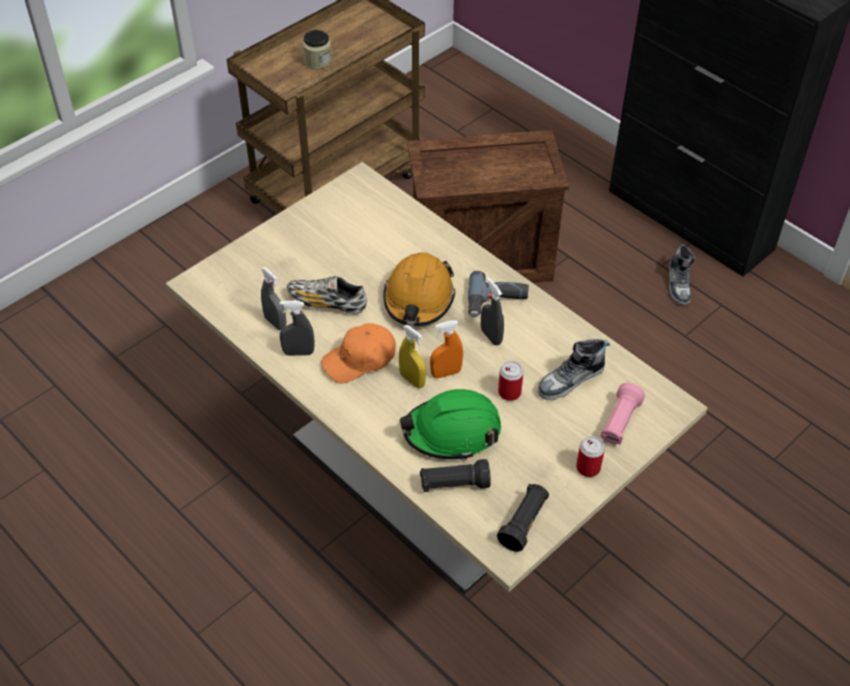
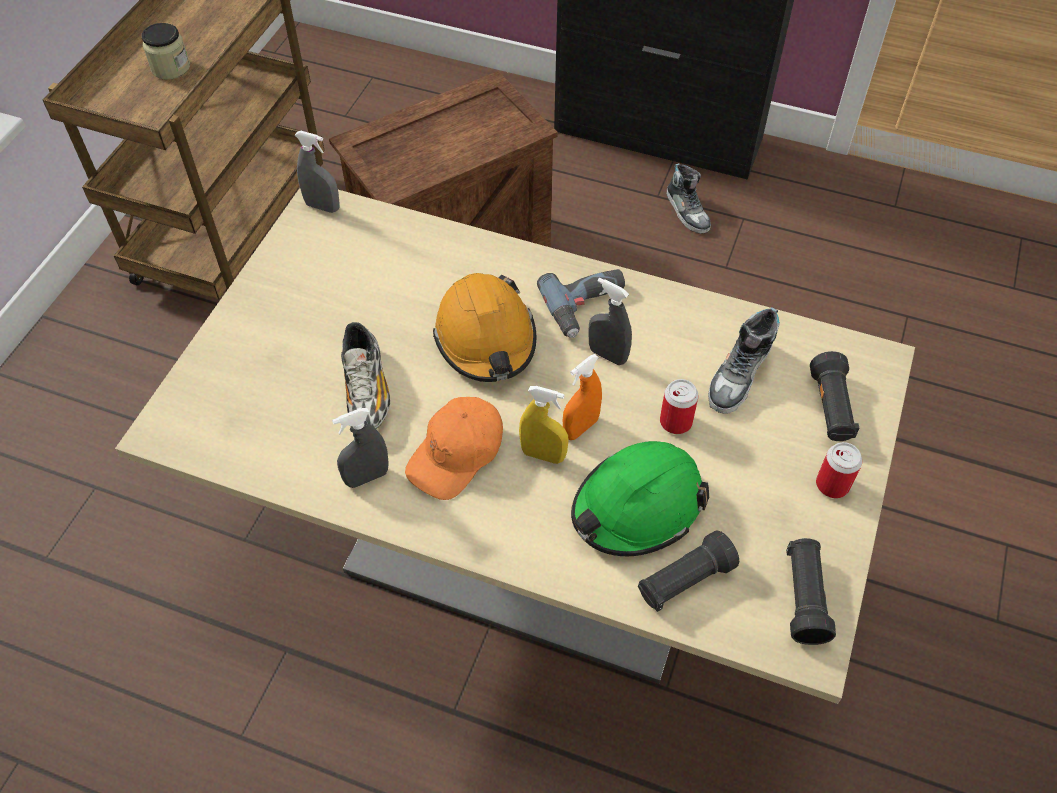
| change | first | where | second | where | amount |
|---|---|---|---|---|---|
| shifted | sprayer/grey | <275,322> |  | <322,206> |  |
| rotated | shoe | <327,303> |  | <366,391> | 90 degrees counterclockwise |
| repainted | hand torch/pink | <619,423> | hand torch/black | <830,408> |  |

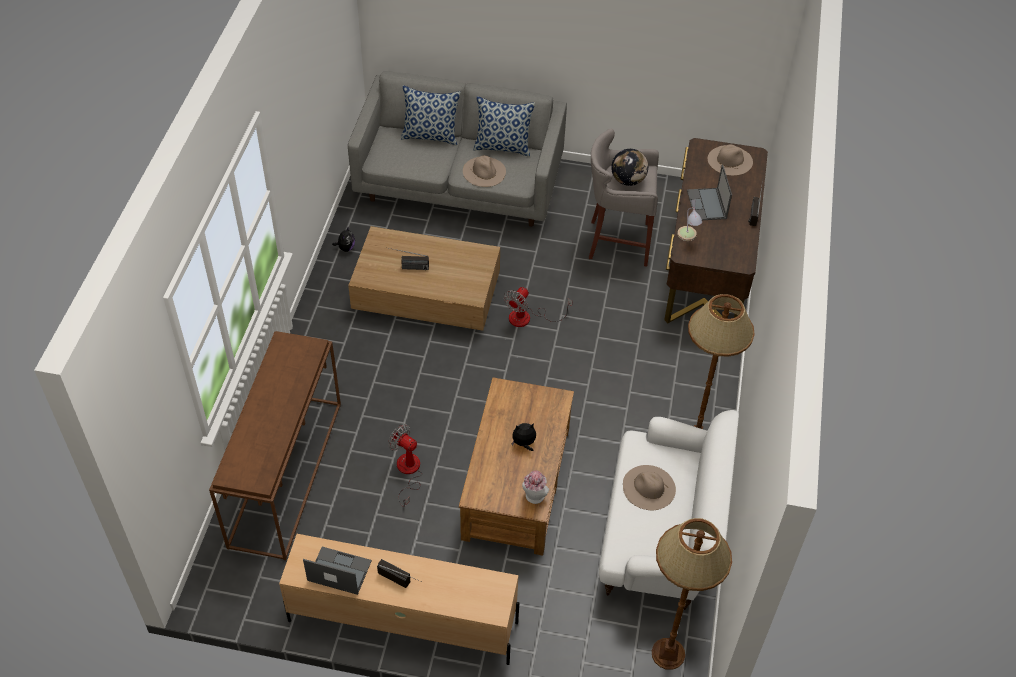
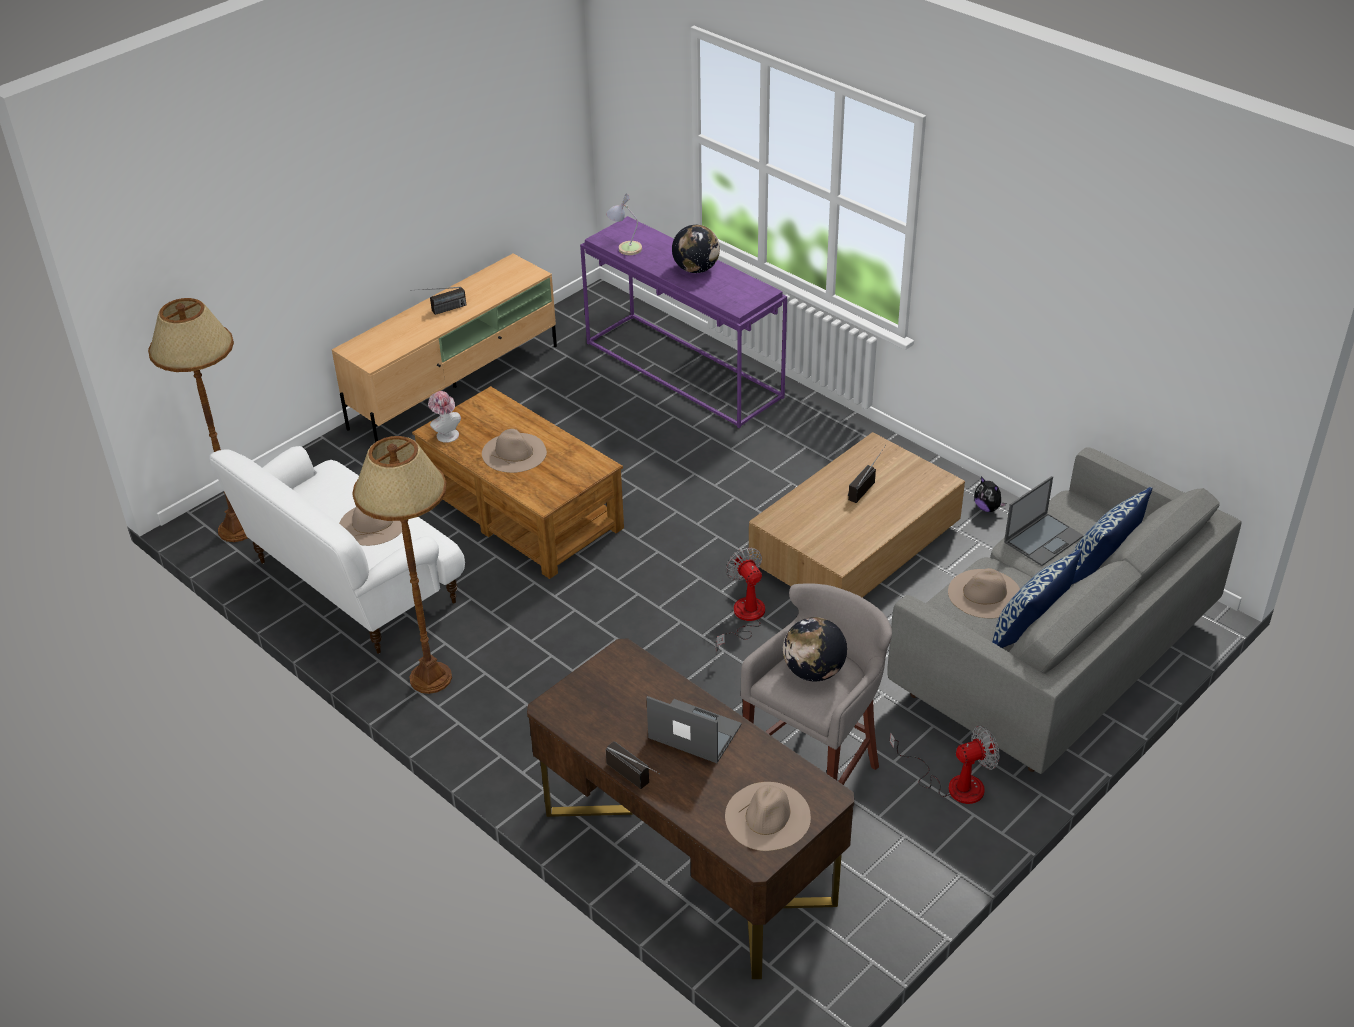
| change | first | where | second | where | amount |
|---|---|---|---|---|---|
| repainted | hall table/brown | <285,472> | hall table/purple | <685,370> |  |
| shifted | laptop | <338,571> |  | <1043,539> |  |
| shifted | electric fan | <408,472> |  | <953,784> |  |
| swapped | soft toy | <524,443> | hat/beige-coloured | <514,452> |  |
| shifted | tabletop lamp | <688,237> |  | <625,248> |  |
| new |  |  | world globe | <696,269> |  |

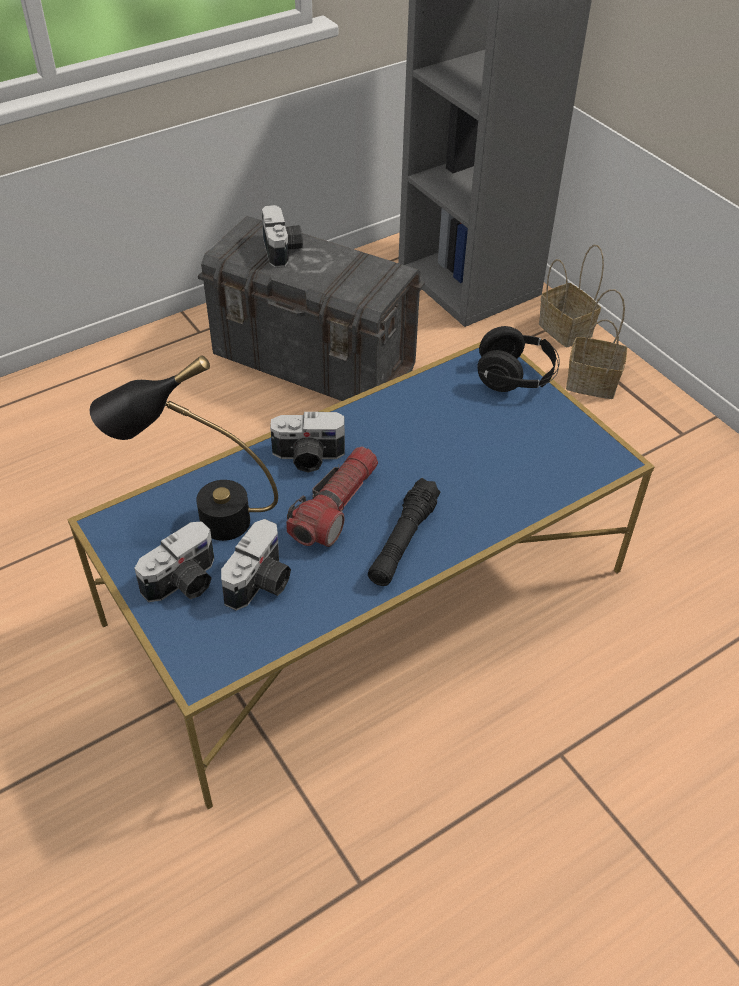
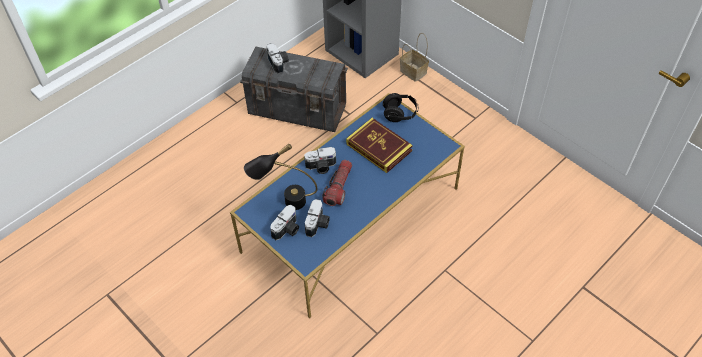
| change | first | where | second | where | amount |
|---|---|---|---|---|---|
| gone | hand torch/black | <403,541> |  |  |  |
| gone | storage basket | <594,382> |  |  |  |
| new |  |  | volume | <379,147> |  |

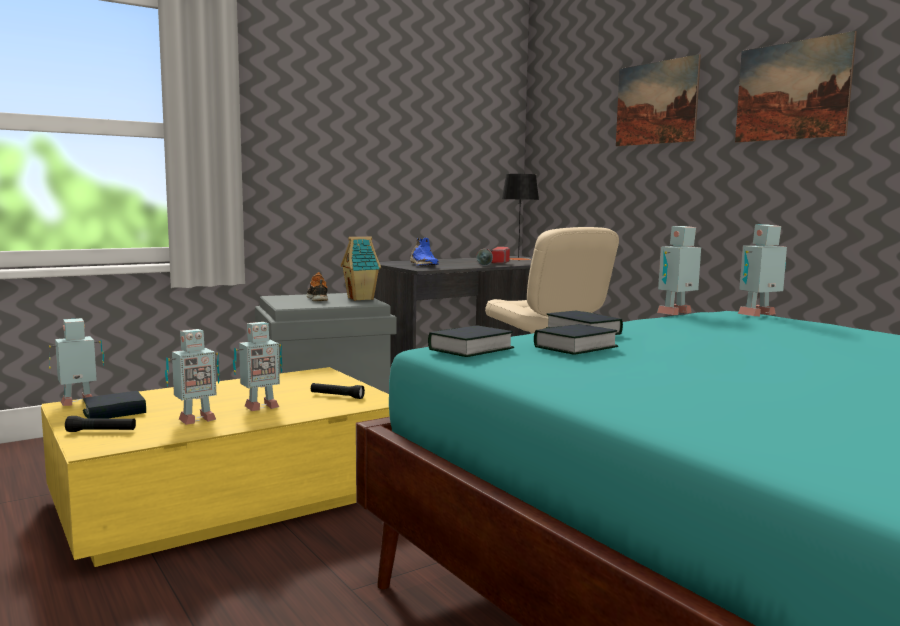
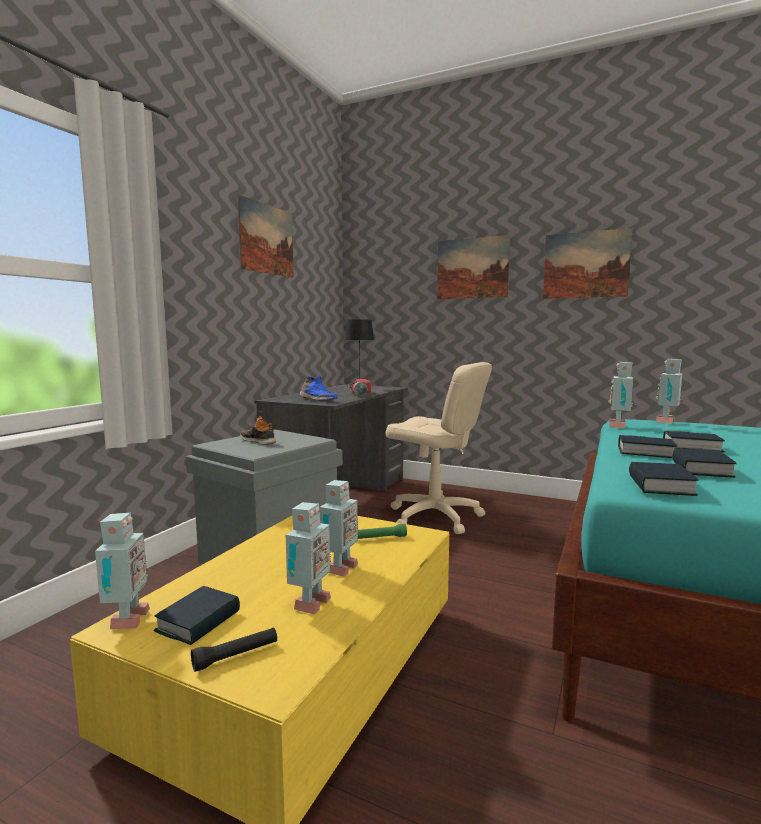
| change | first | where | second | where | amount |
|---|---|---|---|---|---|
| rotated | robot figure | <79,403> |  | <126,620> | 150 degrees clockwise |
| repainted | hand torch/black | <337,396> | hand torch/green | <380,538> |  |
| gone | model house | <361,298> |  |  |  |
| new |  |  | wall picture | <266,239> |  |
| new |  |  | volume | <691,447> |  |

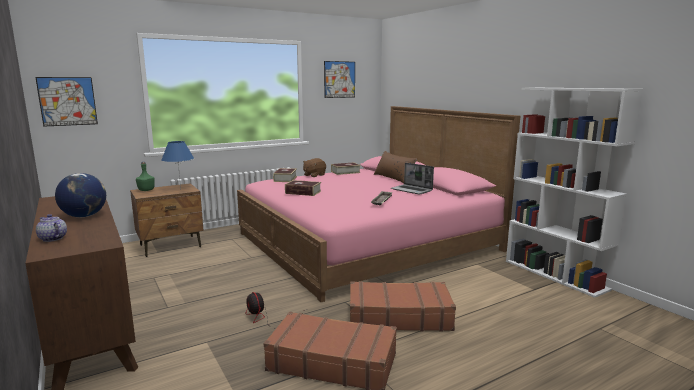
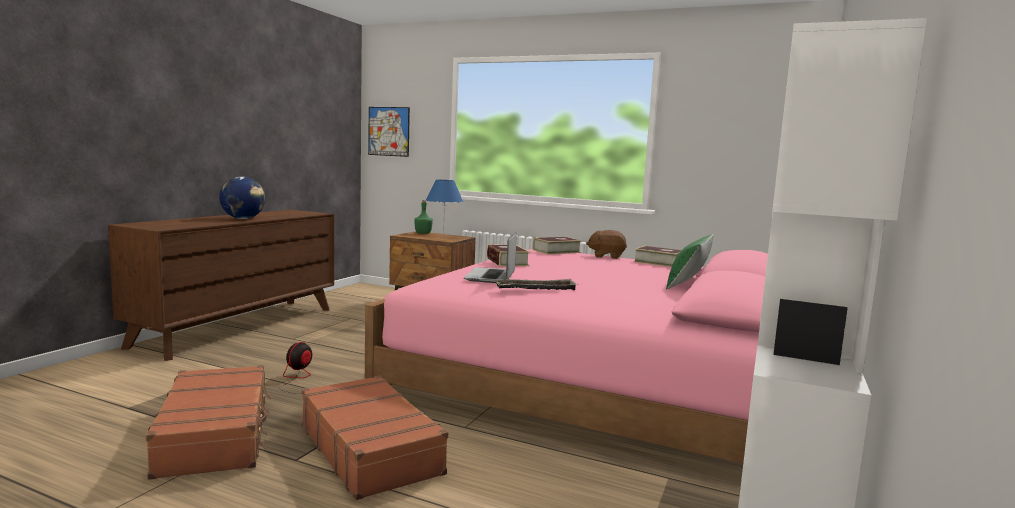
| change | first | where | second | where | amount |
|---|---|---|---|---|---|
| gone | tea pot | <52,239> |  |  |  |
| gone | wall picture | <339,79> |  |  |  |
| repainted | cushion/brown | <394,178> | cushion/green | <689,282> |  |
| shifted | laptop | <412,190> |  | <491,277> |  |

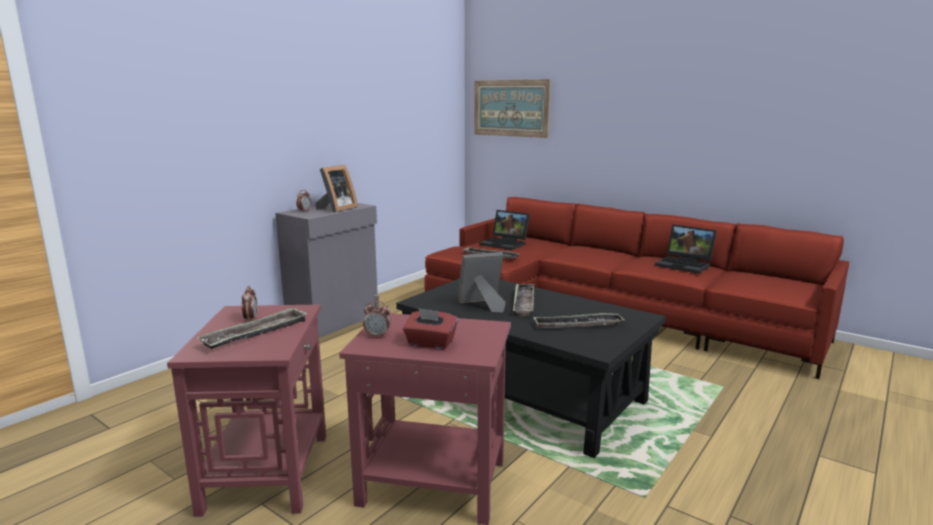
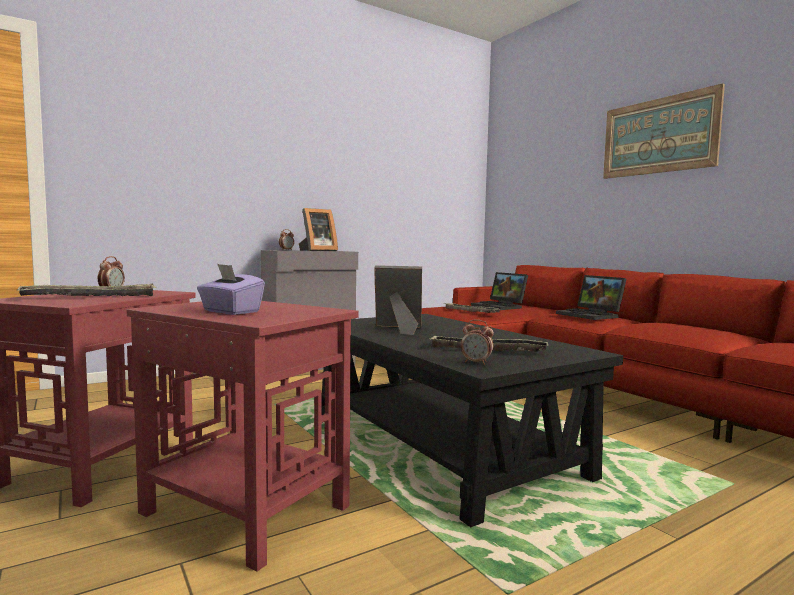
| change | first | where | second | where | amount |
|---|---|---|---|---|---|
| shifted | bedside clock | <377,335> |  | <476,362> |  |
| repainted | tissue box/red-coloured | <430,343> | tissue box/purple | <230,311> |  |
| shifted | wall picture | <511,108> |  | <658,136> |  |
| gone | serving tray | <523,303> |  |  |  |
| shifted | laptop | <685,265> |  | <591,315> |  |

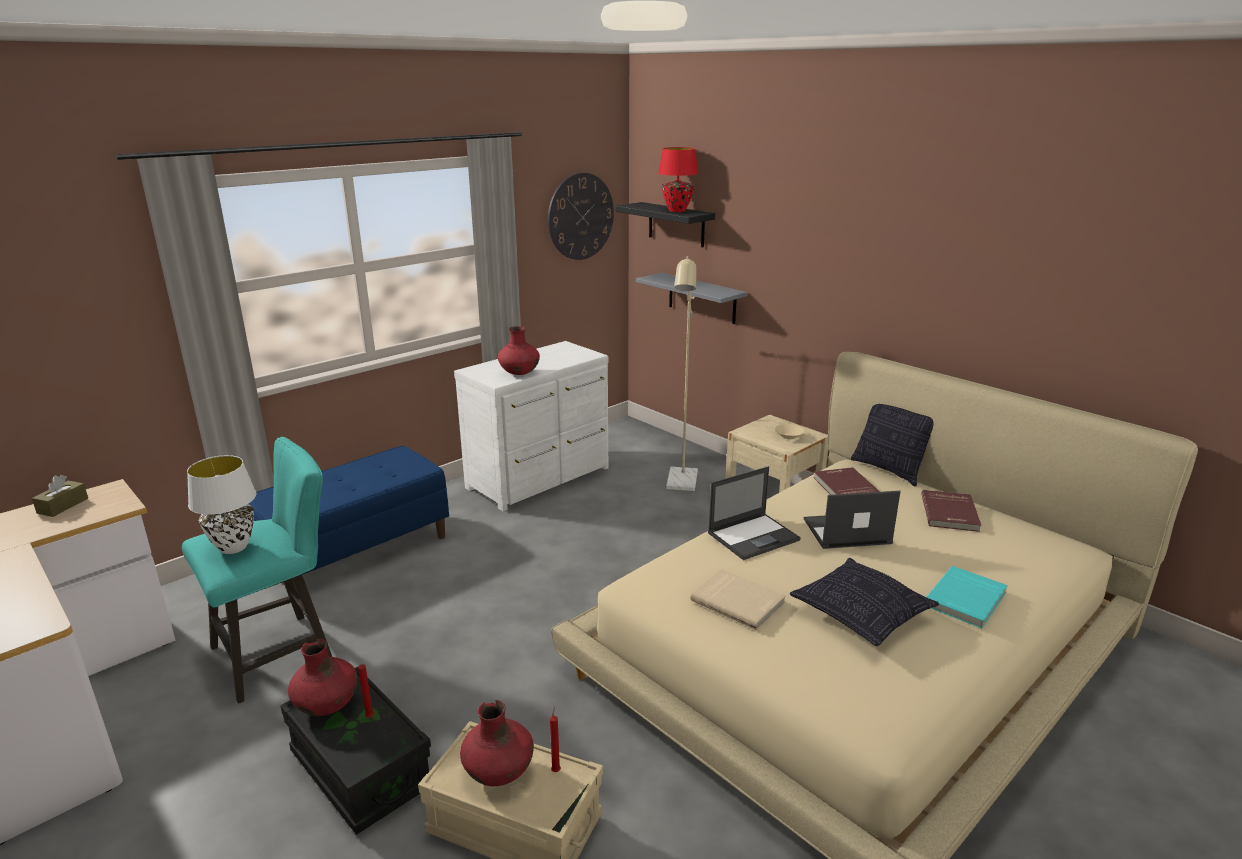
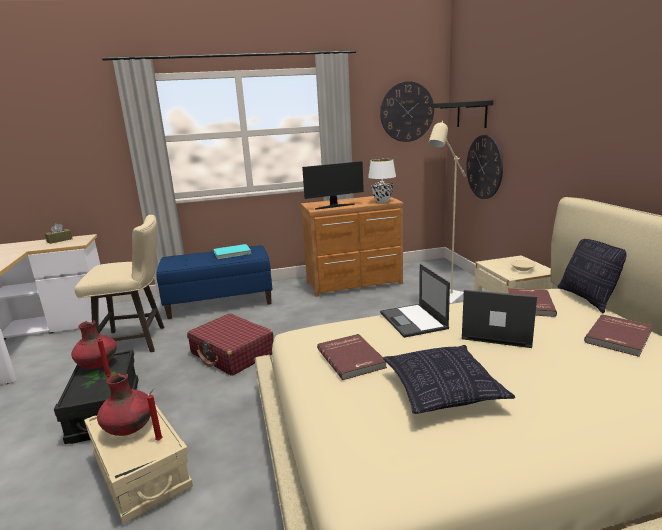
| change | first | where | second | where | amount |
|---|---|---|---|---|---|
| repainted | stool/blue-green | <282,651> | stool/beige-coloured | <137,341> |  |
| shifted | tabletop lamp/white-coloured | <234,547> |  | <382,201> |  |
| repainted | drawer chest/white-coloured | <541,478> | drawer chest/brown | <355,283> |  |
| swapped | vase/red-coloured | <519,373> | computer screen | <334,206> |  |
| swapped | wall shelf/grey | <702,298> | hanging clock | <484,167> |  |
| gone | tabletop lamp/red-coloured | <677,210> |  |  |  |
| repainted | volume/beige-coloured | <738,601> | volume/red-coloured | <352,358> |  |
| rotated | laptop | <754,536> |  | <414,321> | 75 degrees clockwise |
| shifted | volume/blue-green | <967,599> |  | <232,253> |  |
| new |  |  | suitcase/red-coloured | <232,354> |  |

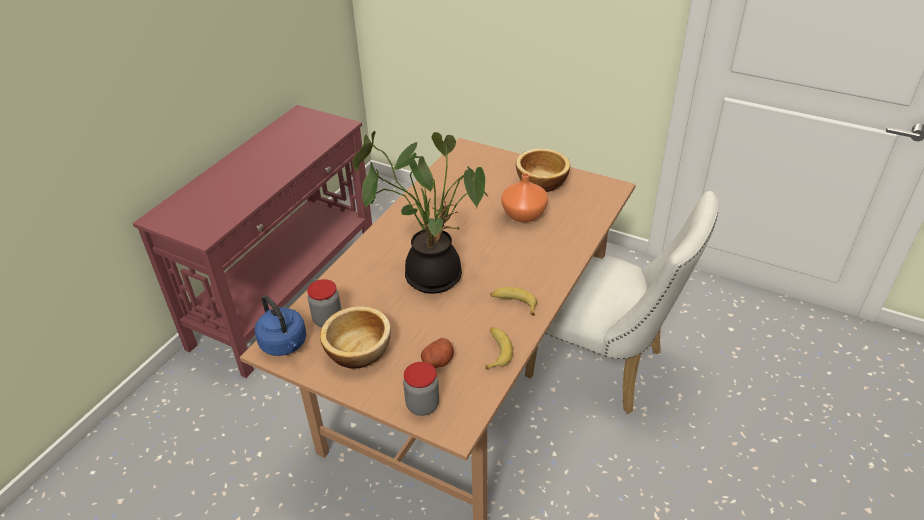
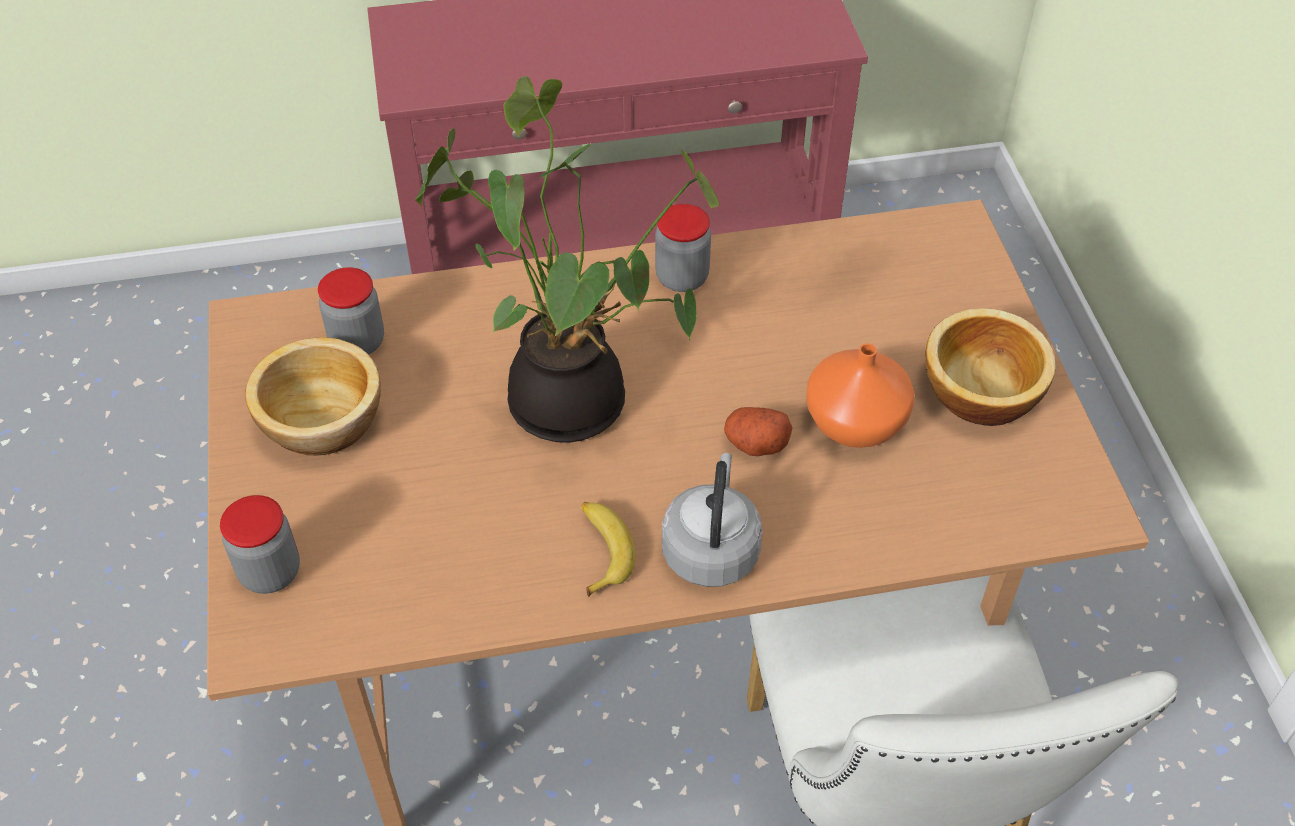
| change | first | where | second | where | amount |
|---|---|---|---|---|---|
| gone | water kettle/blue | <285,345> |  |  |  |
| shifted | spud | <438,361> |  | <755,443> |  |
| gone | banana fruit | <496,351> |  |  |  |
| new |  |  | storage jar | <682,277> |  |
| new |  |  | water kettle/grey | <711,549> |  |

